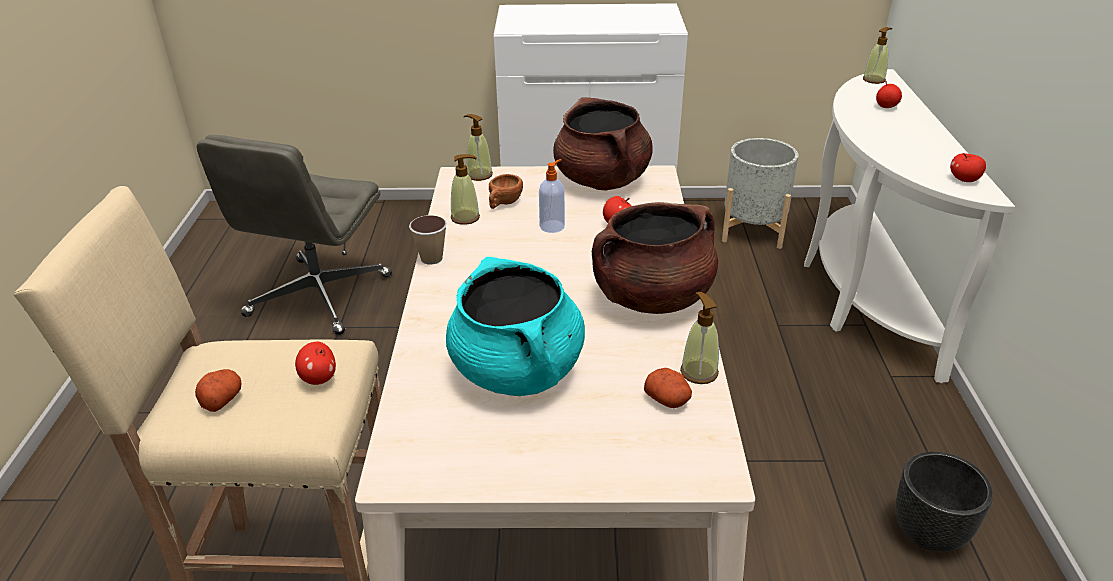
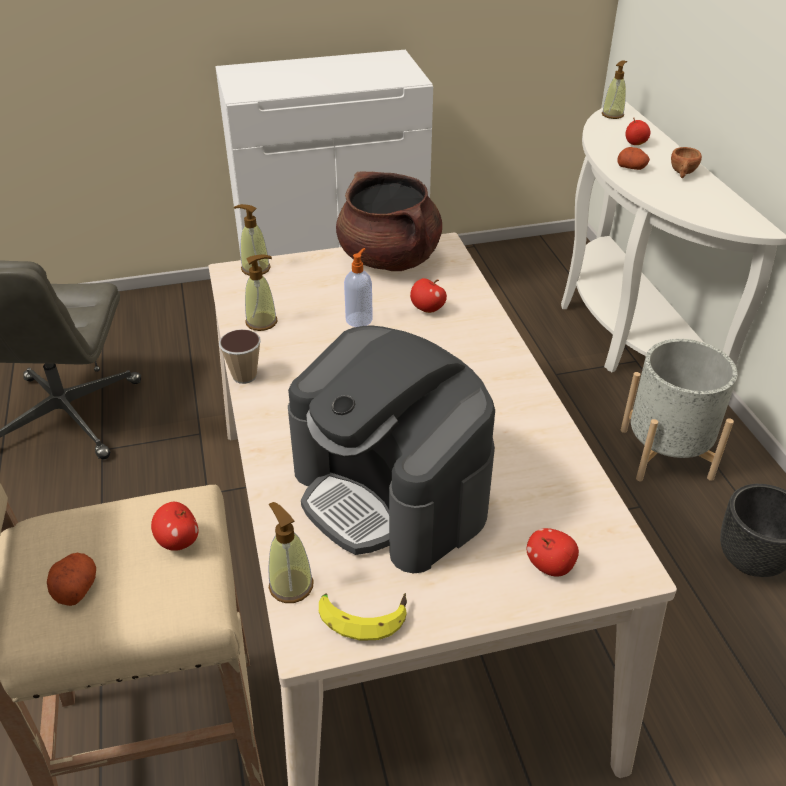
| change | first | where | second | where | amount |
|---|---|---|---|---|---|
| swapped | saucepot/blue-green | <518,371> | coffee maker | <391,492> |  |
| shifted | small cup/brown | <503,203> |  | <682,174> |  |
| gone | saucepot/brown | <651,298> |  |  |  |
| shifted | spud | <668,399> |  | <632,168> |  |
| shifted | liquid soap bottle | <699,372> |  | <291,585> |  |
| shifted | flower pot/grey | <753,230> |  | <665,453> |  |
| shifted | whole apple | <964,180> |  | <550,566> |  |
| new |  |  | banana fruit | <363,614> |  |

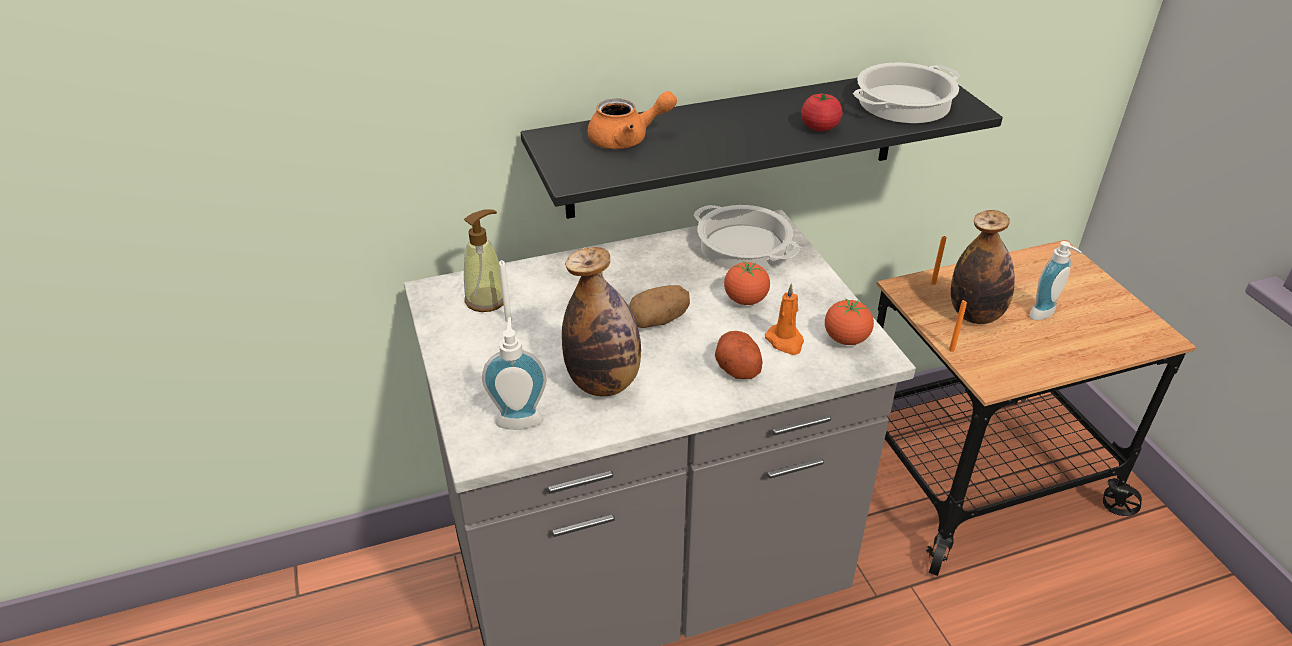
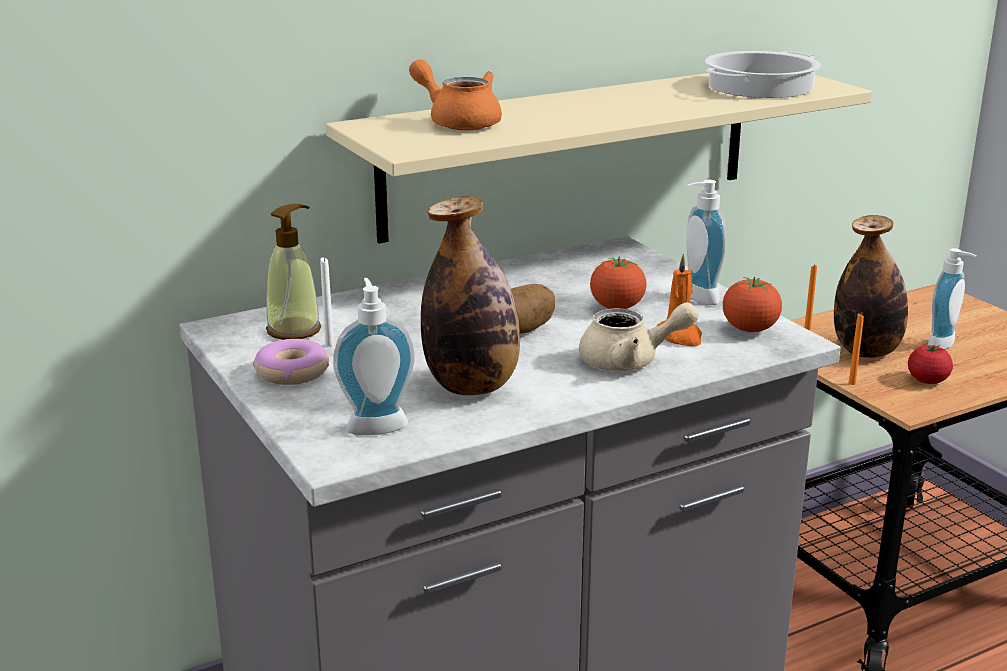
| change | first | where | second | where | amount |
|---|---|---|---|---|---|
| repainted | wall shelf/black | <735,142> | wall shelf/beige-coloured | <570,150> |  |
| rotated | tea pot/orangey | <627,139> |  | <458,122> | 120 degrees counterclockwise |
| gone | saucepot | <742,247> |  |  |  |
| swapped | spud | <736,367> | tea pot/beige-coloured | <630,361> |  |
| shifted | whole tomato | <819,127> |  | <927,380> |  |
| new |  |  | donut | <292,372> |  |
| new |  |  | liquid soap bottle | <696,297> |  |

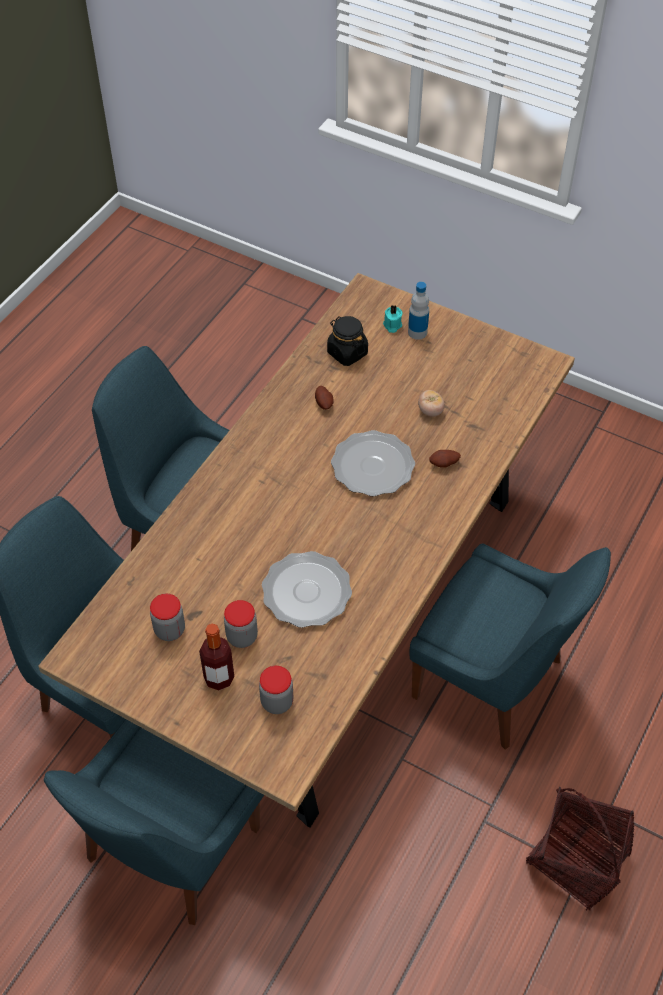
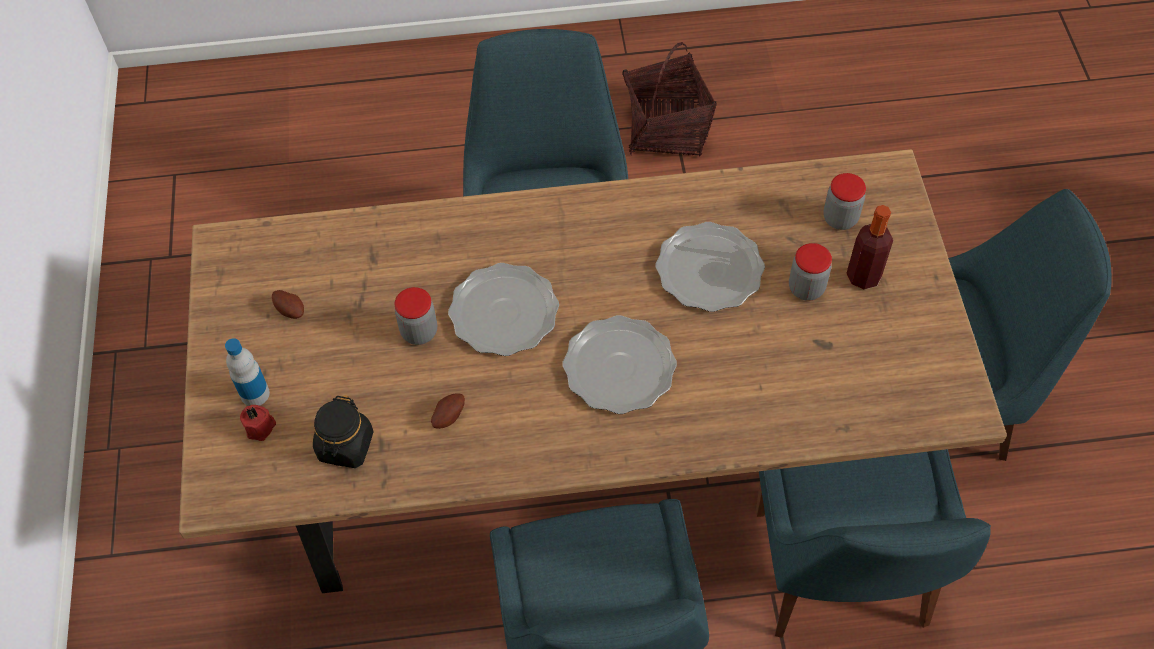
| change | first | where | second | where | amount |
|---|---|---|---|---|---|
| shifted | storage jar | <169,630> |  | <419,332> |  |
| repainted | wax light/blue-green | <392,325> | wax light/red-coloured | <261,428> |  |
| gone | whole tomato | <430,411> |  |  |  |
| shifted | spud | <444,464> |  | <291,310> |  |
| new |  |  | dinner plate | <619,367> |  |

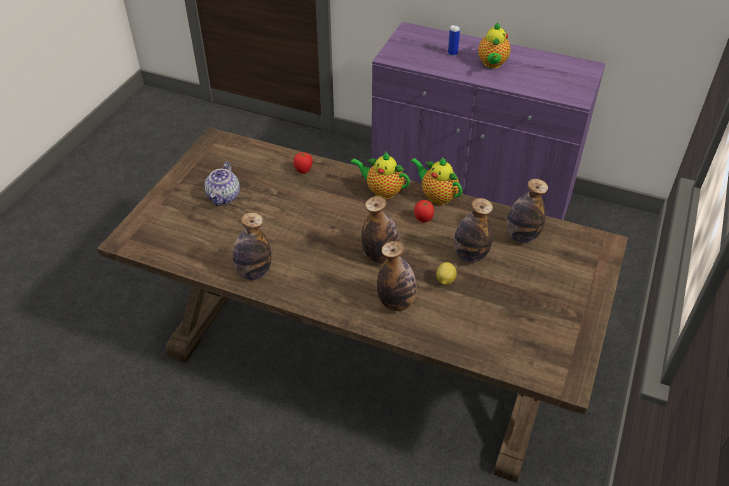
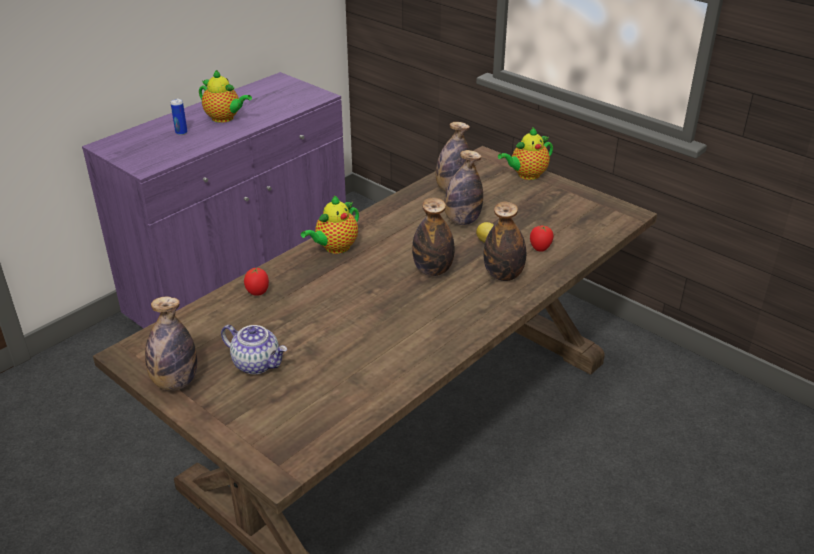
| change | first | where | second | where | amount |
|---|---|---|---|---|---|
| shifted | beverage bottle | <253,272> |  | <175,382> |  |
| shifted | tea pot | <437,196> |  | <526,175> |  |
| shifted | whole tomato | <423,219> |  | <540,249> |  |

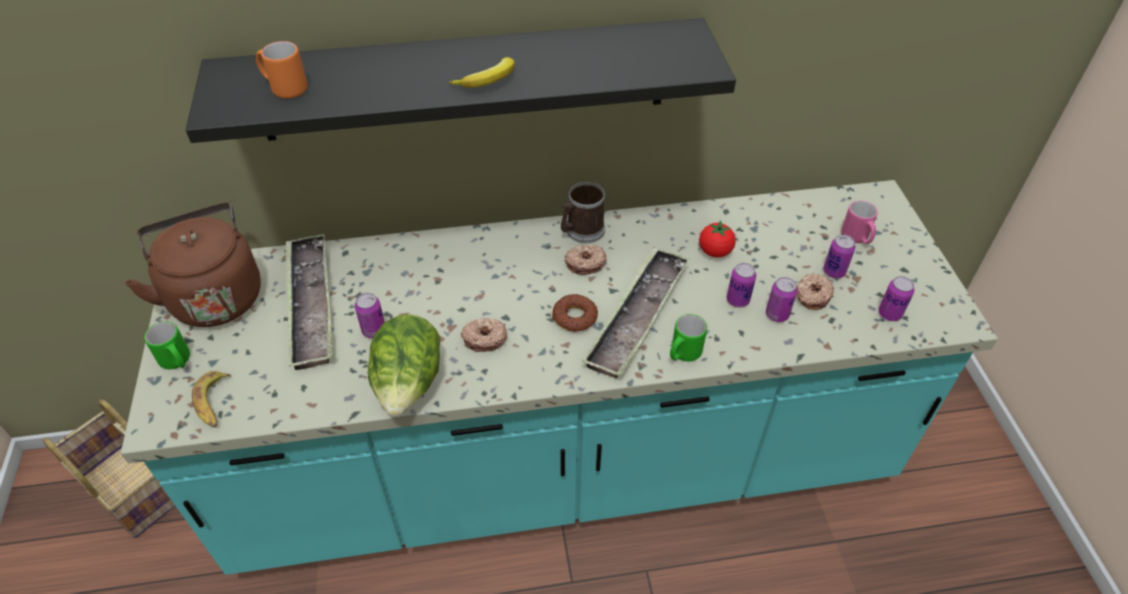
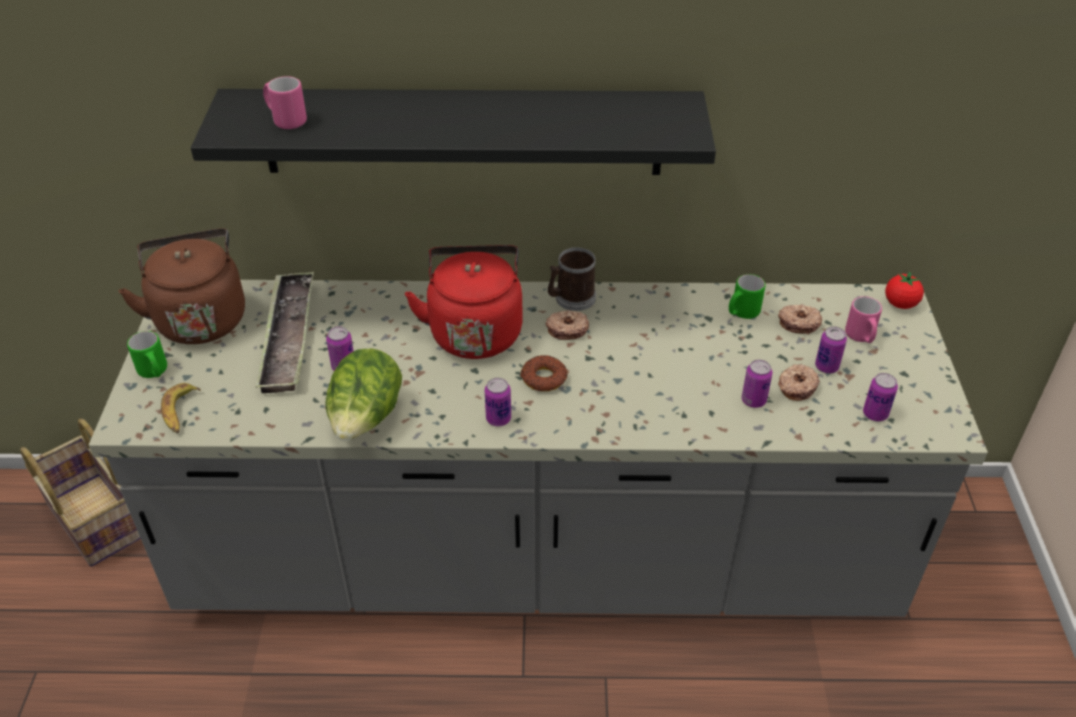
| change | first | where | second | where | amount |
|---|---|---|---|---|---|
| repainted | kitchen counter/blue-green | <563,464> | kitchen counter/grey | <538,558> |  |
| repainted | tea mug/orangey | <284,88> | tea mug/pink | <285,120> |  |
| gone | banana fruit | <488,81> |  |  |  |
| shifted | donut | <484,338> |  | <798,323> |  |
| gone | serving tray | <637,317> |  |  |  |
| shifted | tea mug/green | <683,354> |  | <741,313> |  |
| shifted | whole tomato | <715,251> |  | <900,304> |  |
| shifted | can | <737,300> |  | <498,419> |  |
| new |  |  | water kettle/red-coloured | <475,331> |  |

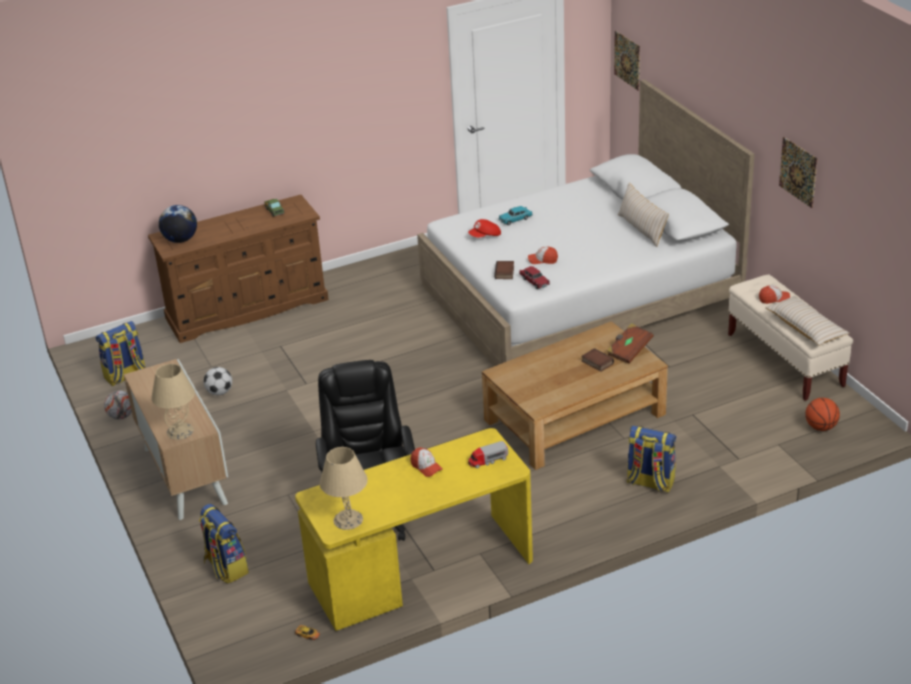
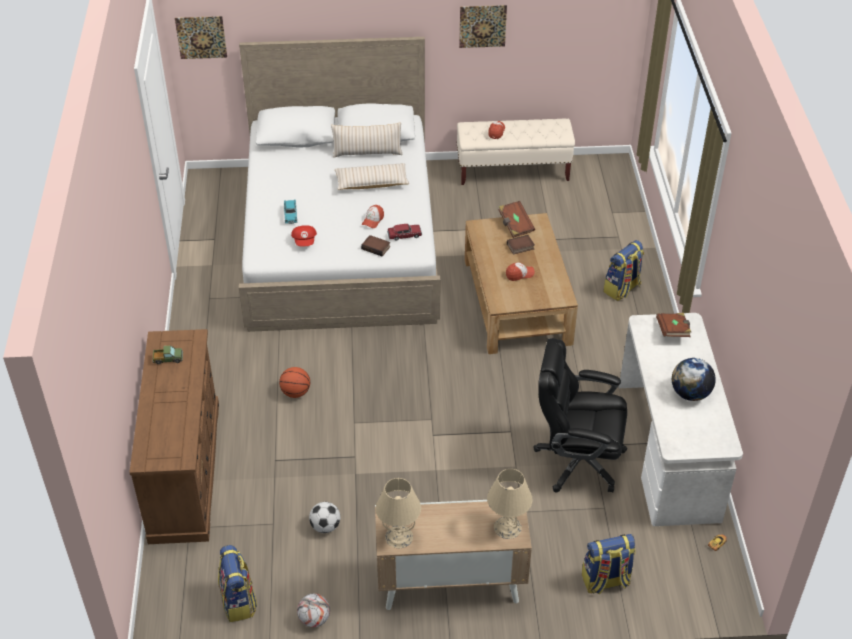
| change | first | where | second | where | amount |
|---|---|---|---|---|---|
| shifted | world globe | <180,240> |  | <690,394> |  |
| repainted | desk/yellow-coloured | <421,572> | desk/white-coloured | <669,450> |  |
| shifted | tabletop lamp/beige-coloured | <348,519> |  | <399,536> |  |
| shifted | baseball cap | <426,467> |  | <519,274> |  |
| swapped | toy truck | <488,460> | volume/brown | <673,331> |  |
| shifted | cushion/beige-coloured | <805,328> |  | <372,183> |  |
| shifted | ball for basketball | <820,427> |  | <295,393> |  |

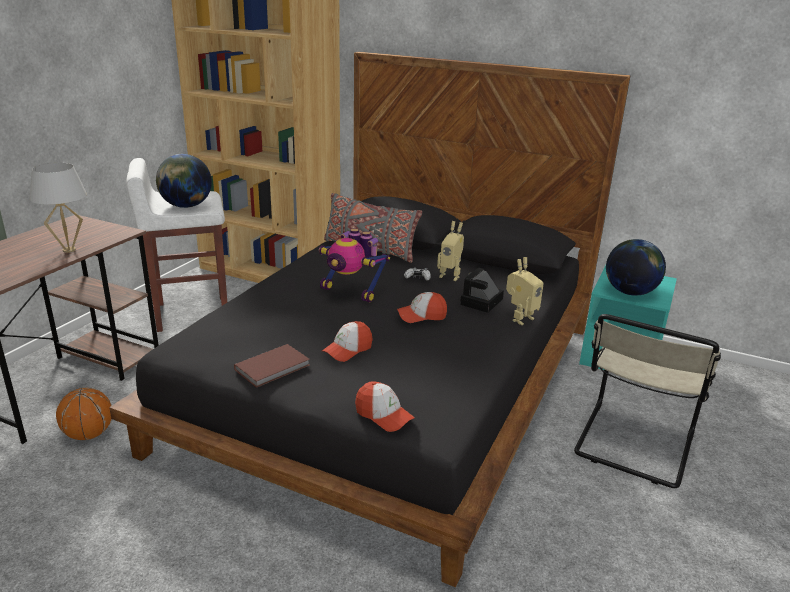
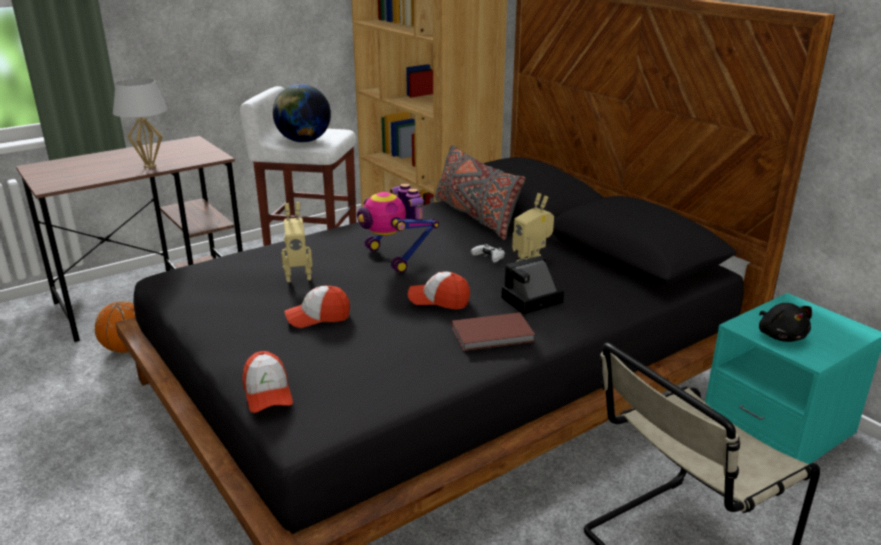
| change | first | where | second | where | amount |
|---|---|---|---|---|---|
| shifted | volume/brown | <274,368> |  | <494,335> |  |
| shifted | robot figure | <520,318> |  | <298,275> |  |
| swapped | world globe | <630,292> | soft toy/black | <780,336> |  |

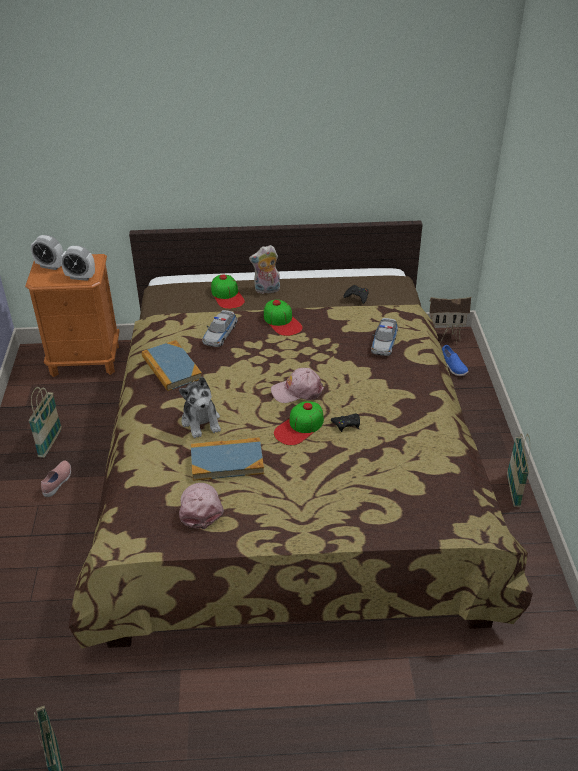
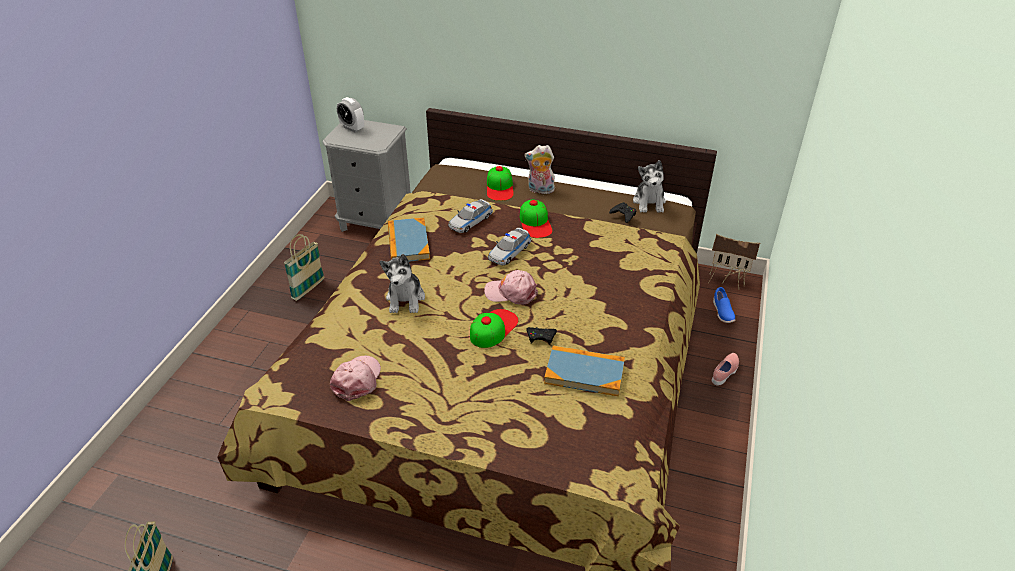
| change | first | where | second | where | amount |
|---|---|---|---|---|---|
| repainted | night table/orangey | <85,360> | night table/grey | <376,223> |  |
| shifted | shoe/pink | <58,482> |  | <725,373> |  |
| gone | bedside clock | <80,277> |  |  |  |
| shifted | volume | <227,461> |  | <584,373> |  |
| rotated | baseball cap | <299,427> |  | <493,328> | 150 degrees clockwise |
| shifted | miniature car | <384,342> |  | <509,252> |  |
| gone | storage basket | <513,491> |  |  |  |
| new |  |  | soft toy | <649,202> |  |

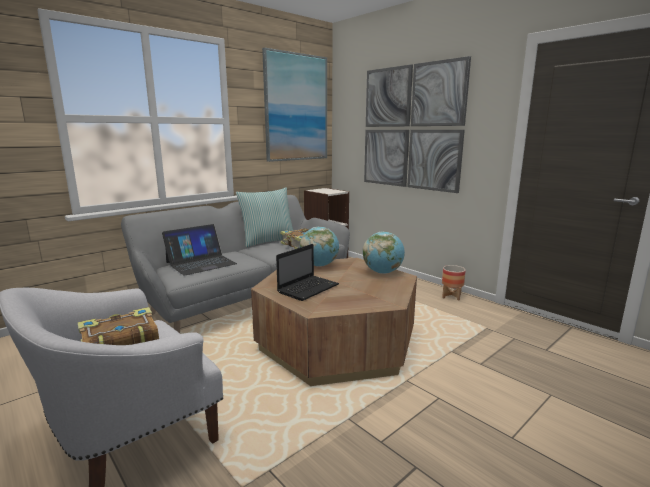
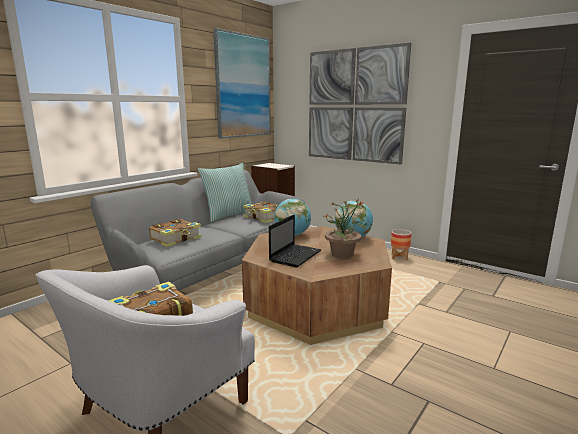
| change | first | where | second | where | amount |
|---|---|---|---|---|---|
| swapped | laptop | <201,263> | volume | <176,239> |  |
| new |  |  | houseplant | <343,254> |  |

